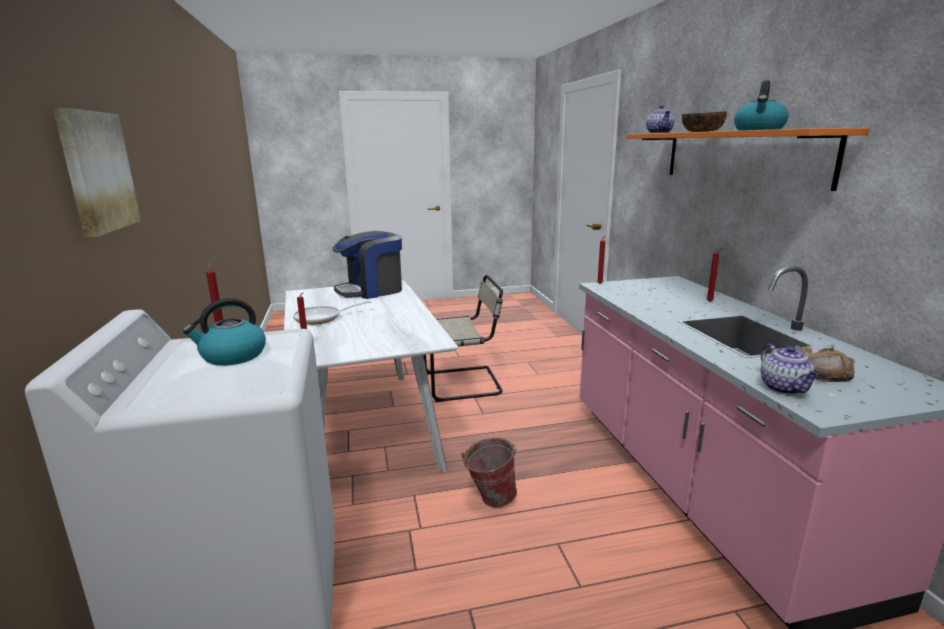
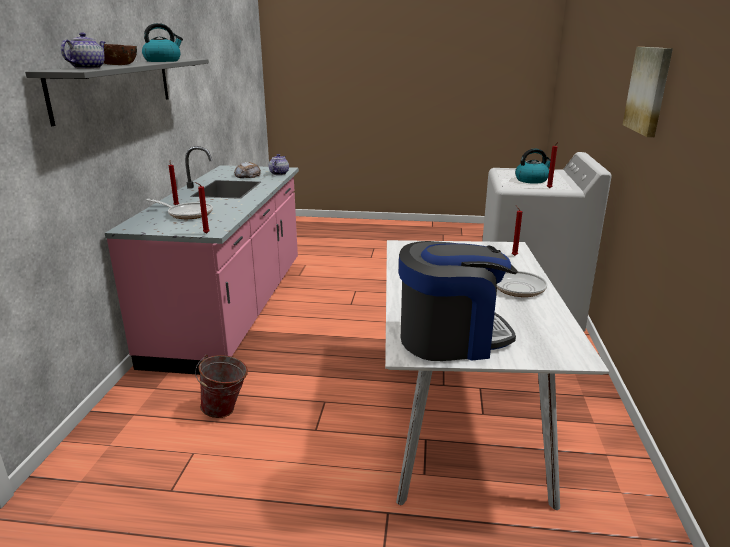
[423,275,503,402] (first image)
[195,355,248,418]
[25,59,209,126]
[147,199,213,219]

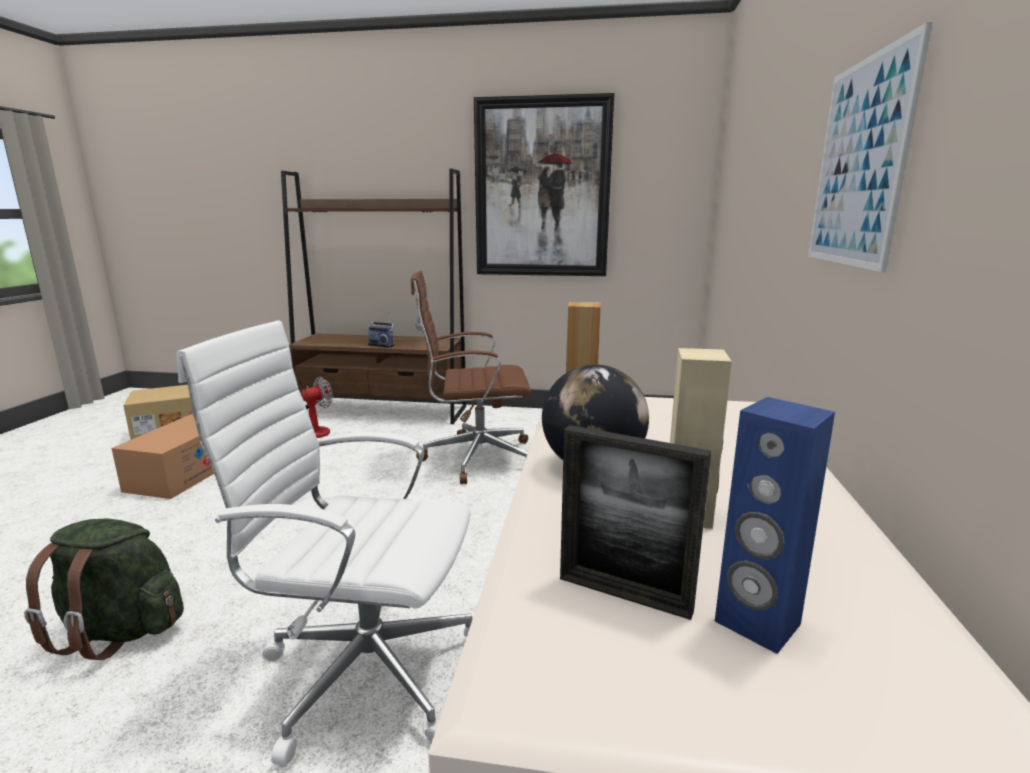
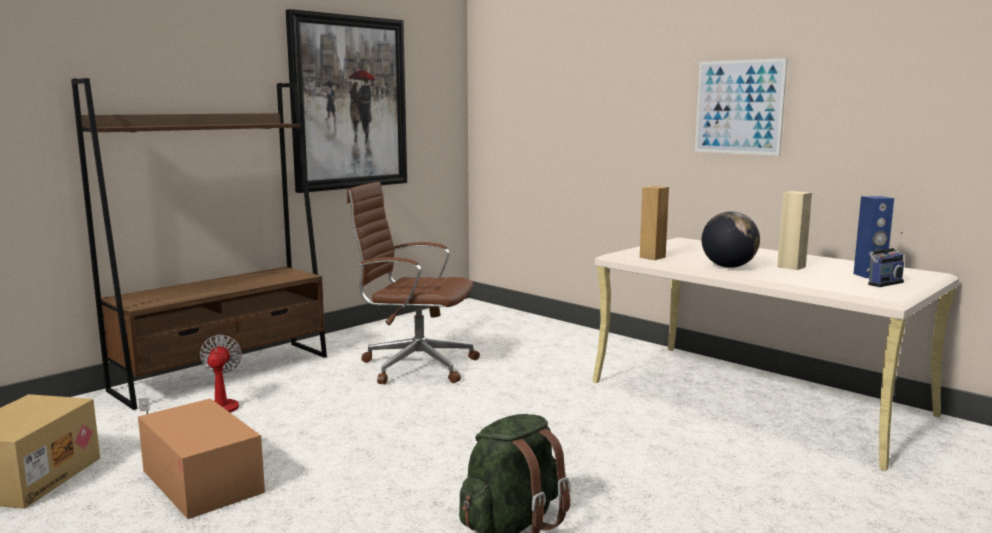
[176,320,472,766] (first image)
[866,232,904,287]
[347,182,480,384]
[560,425,711,620] (first image)

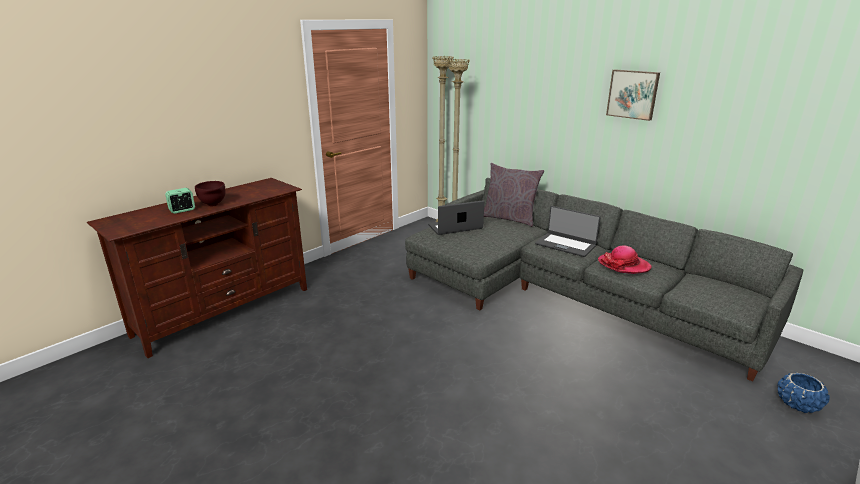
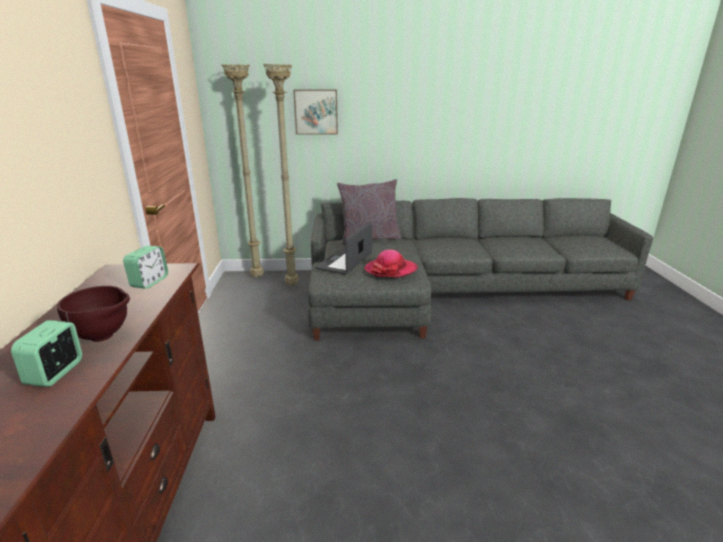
[535,206,601,257] (first image)
[364,250,418,278]
[293,89,338,135]
[777,372,830,413] (first image)
[123,246,168,289]

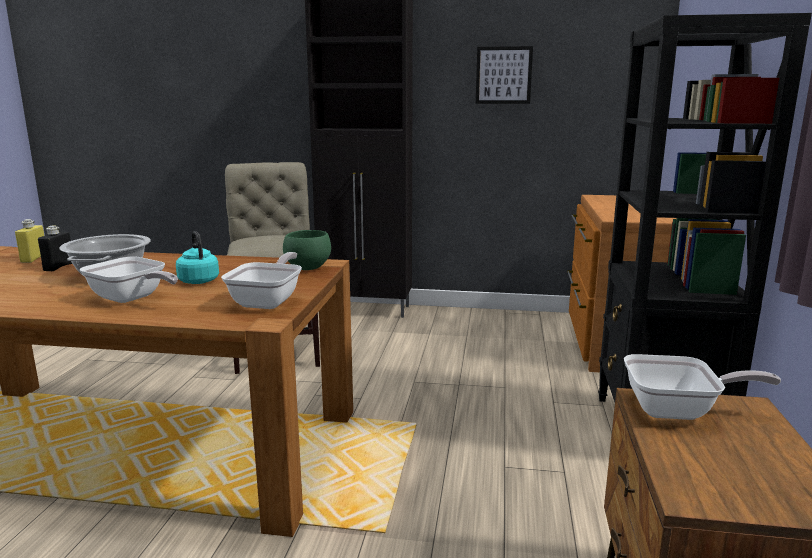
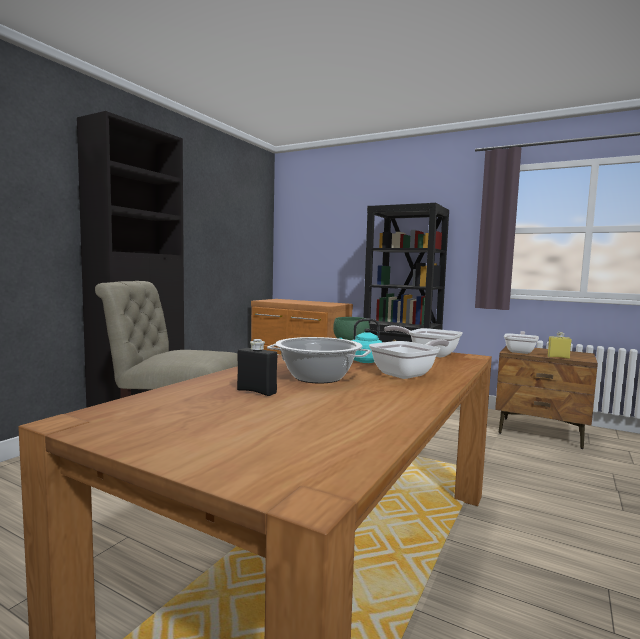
[547,332,571,359]
[476,46,533,104] (first image)

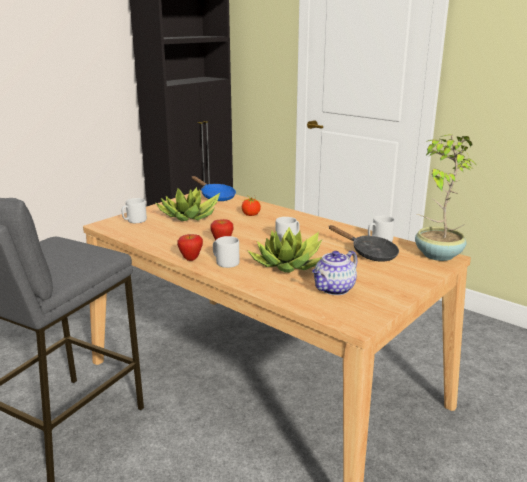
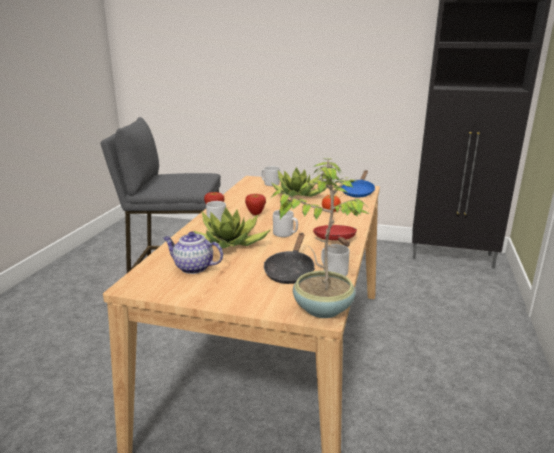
[313,225,357,247]

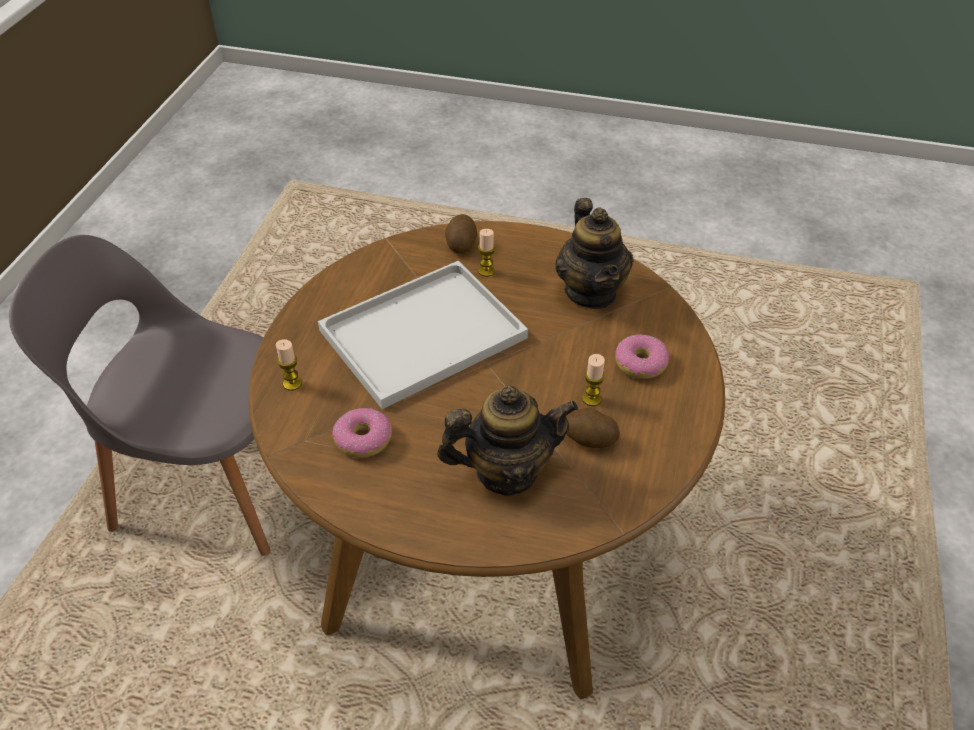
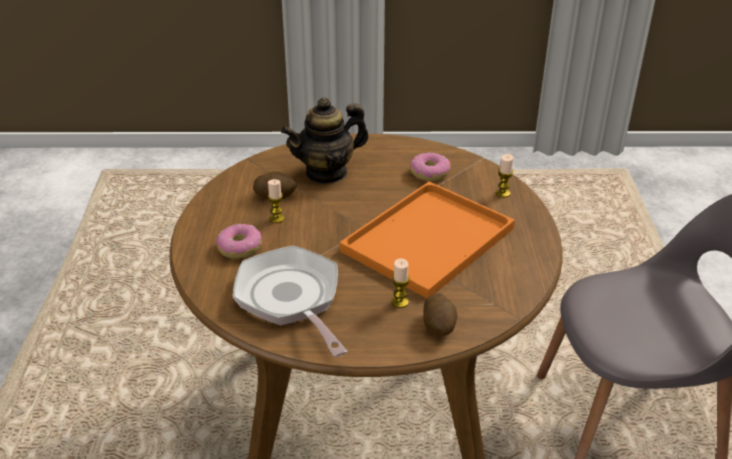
[339,182,515,298]
[233,245,348,357]

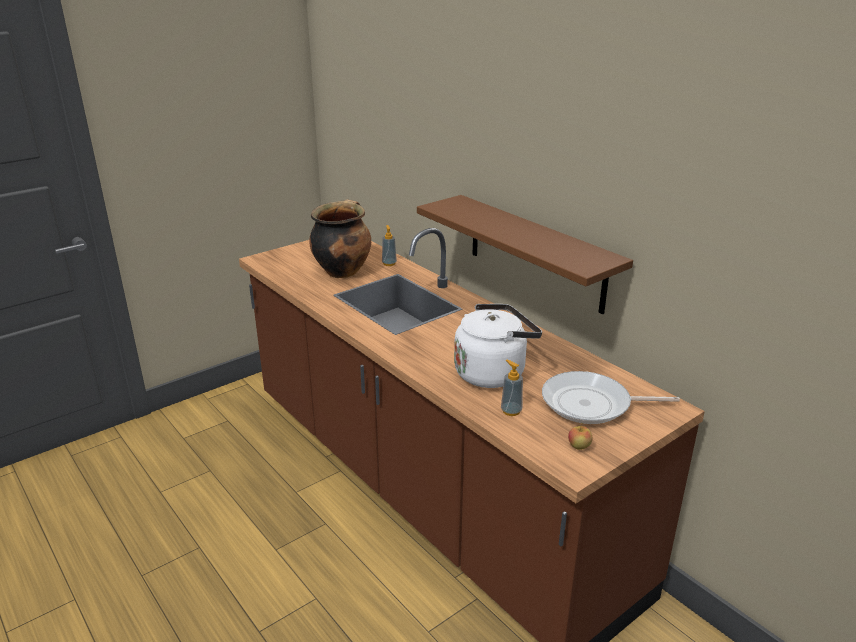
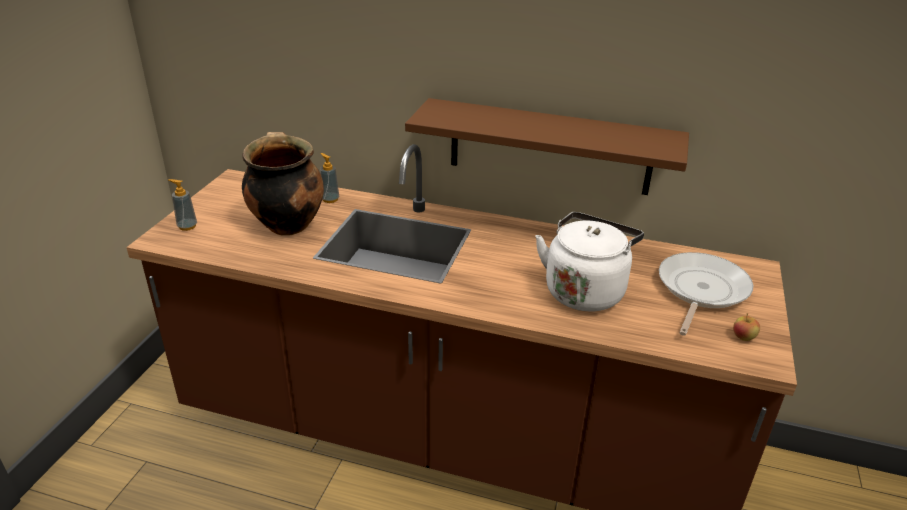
[168,179,197,231]
[659,252,754,336]

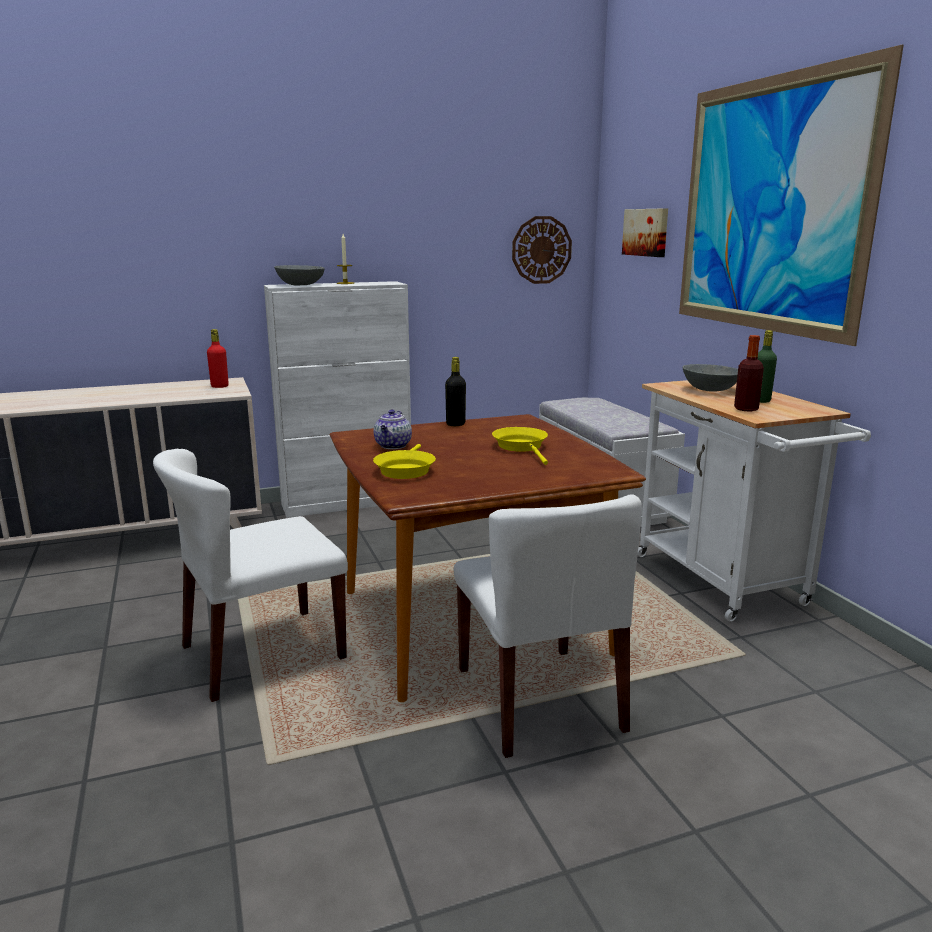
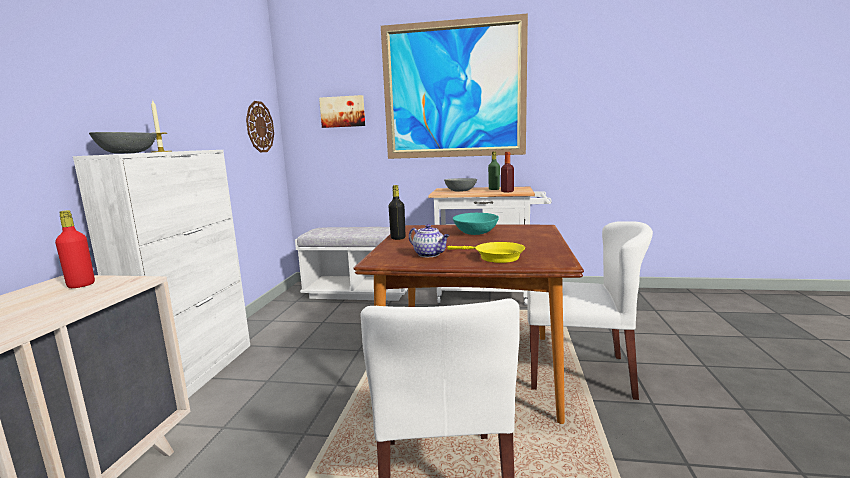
[453,213,499,235]

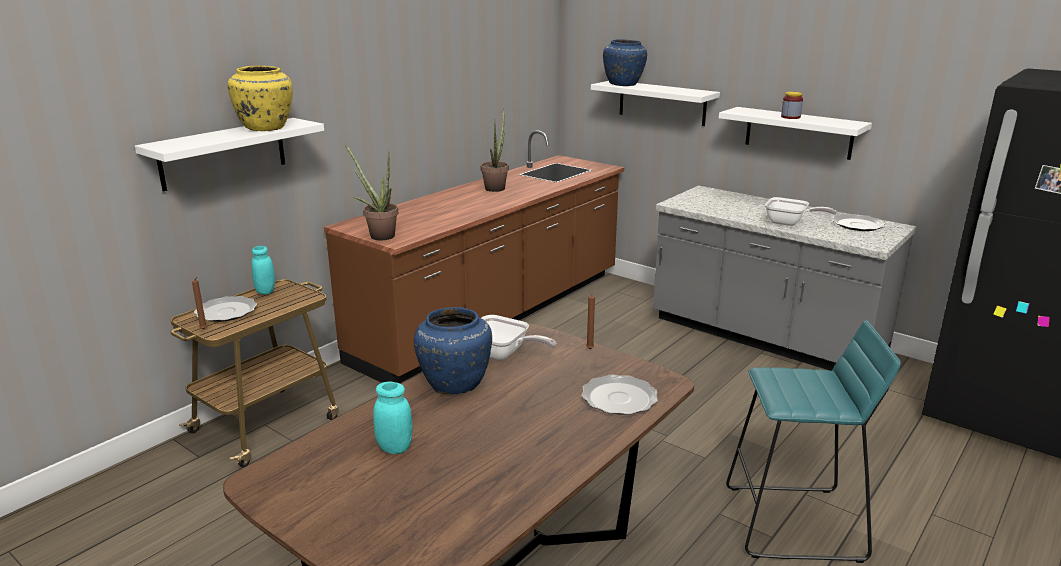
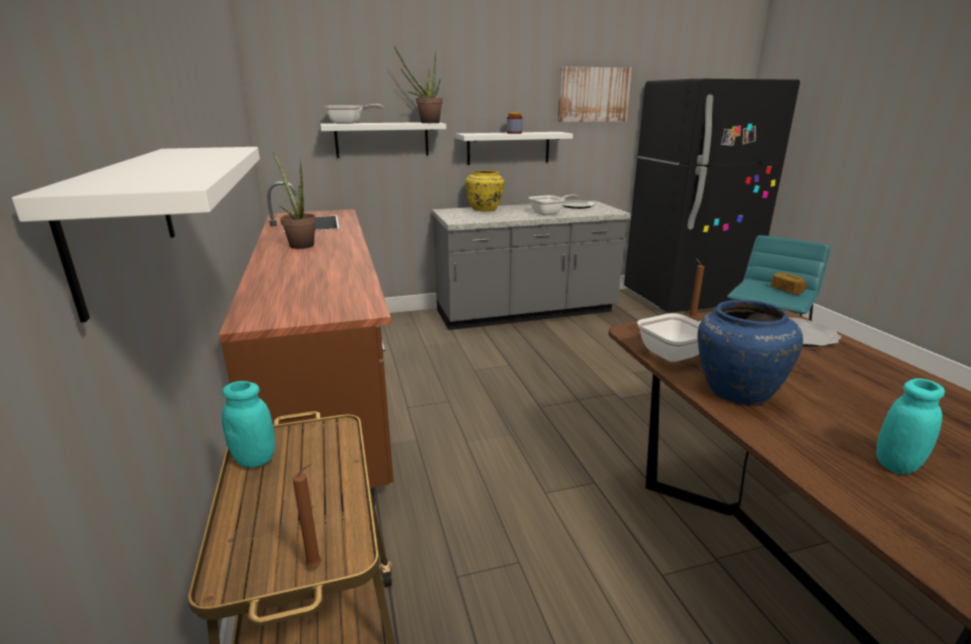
[194,296,257,322] (first image)
[465,170,505,212]
[394,46,443,123]
[324,104,384,124]
[558,66,632,122]
[771,272,807,295]

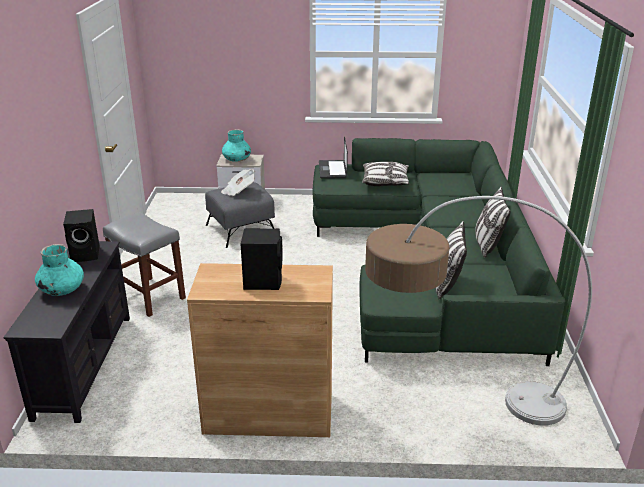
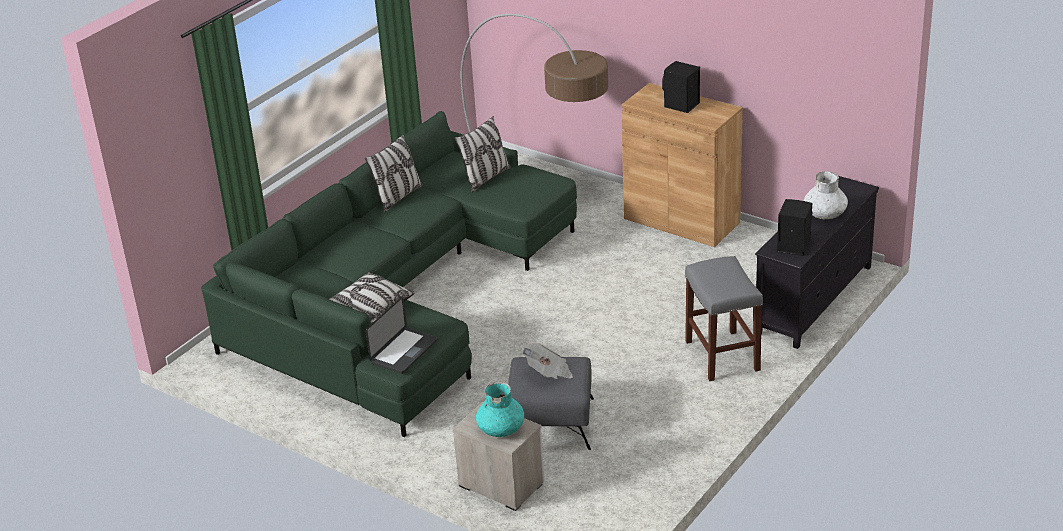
[804,171,848,220]

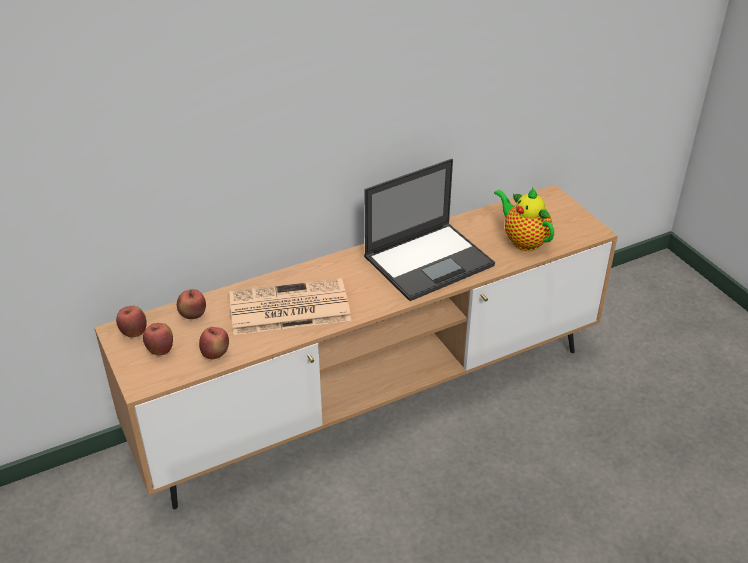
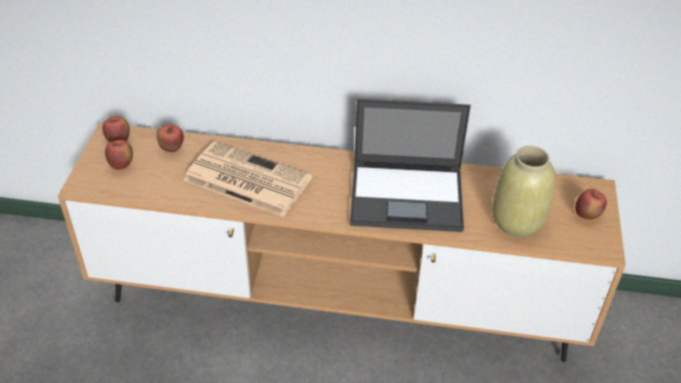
[575,189,607,220]
[492,146,555,237]

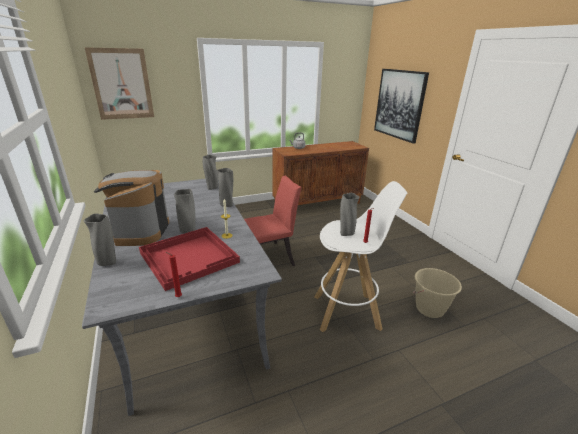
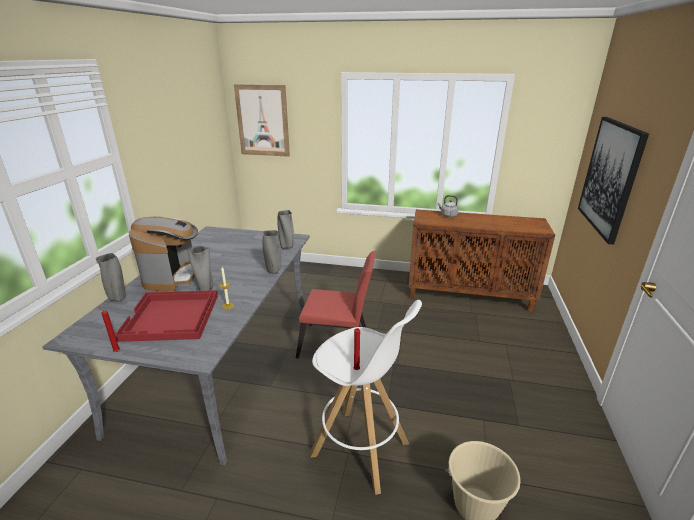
[129,216,198,291]
[340,193,360,236] (first image)

